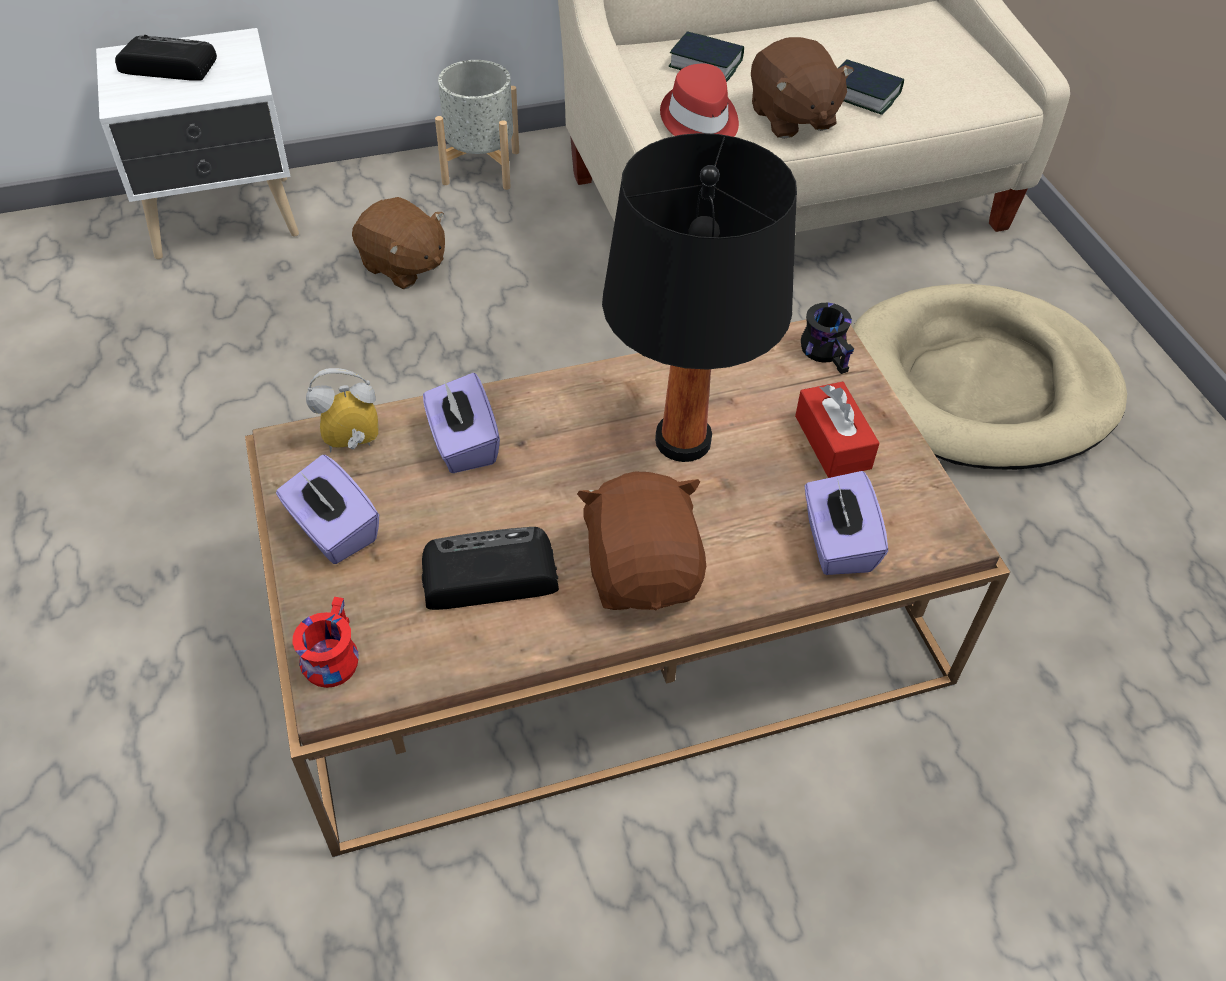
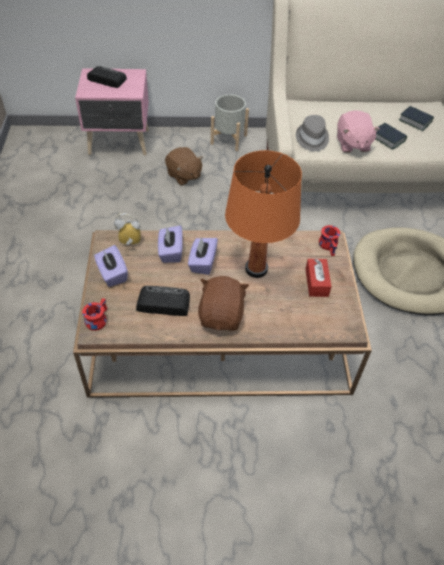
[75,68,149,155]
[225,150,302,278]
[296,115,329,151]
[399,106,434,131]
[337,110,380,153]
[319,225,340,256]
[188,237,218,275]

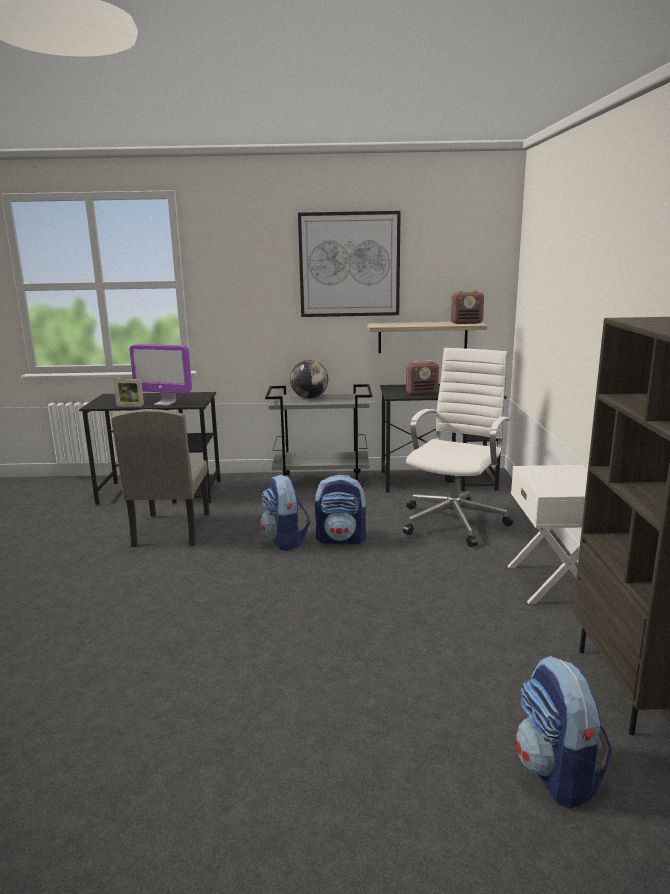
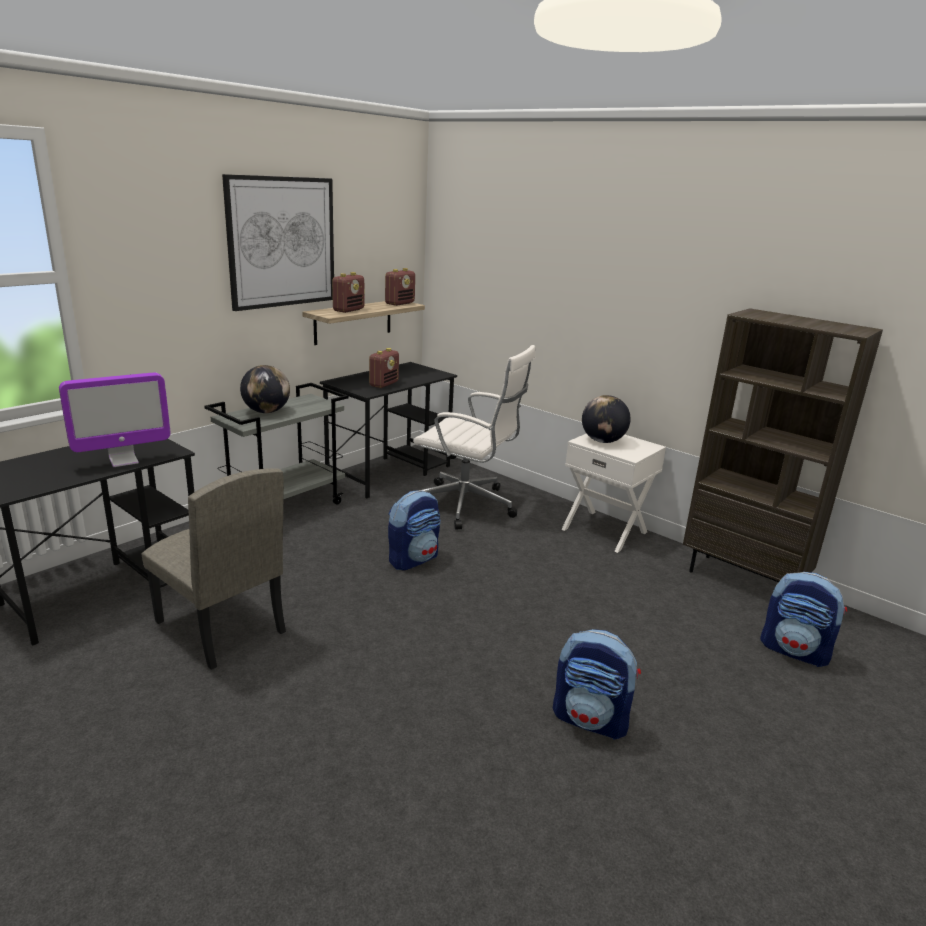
[114,379,144,407] (first image)
[553,629,641,740]
[413,345,535,530]
[332,272,364,313]
[582,395,631,443]

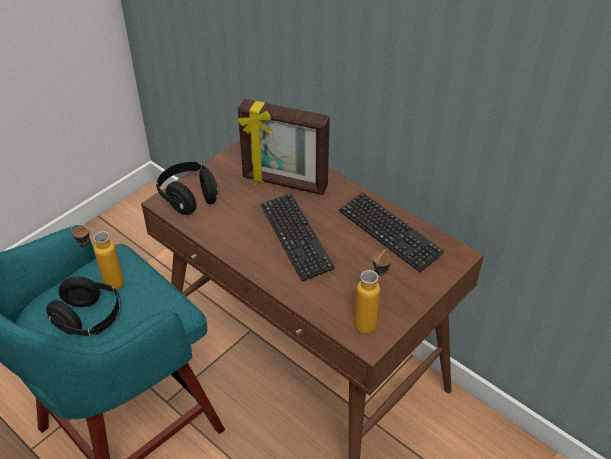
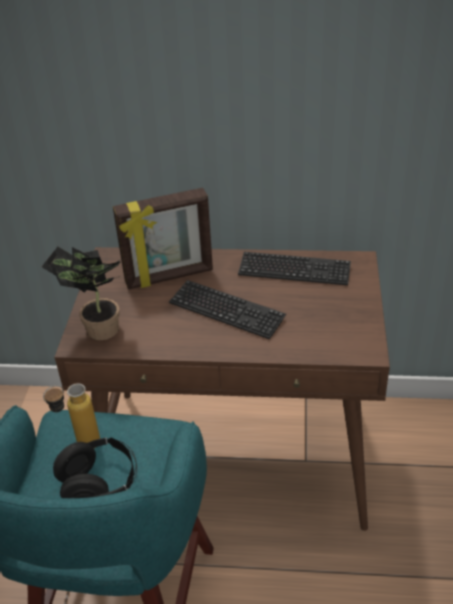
[42,247,122,340]
[354,249,391,334] (first image)

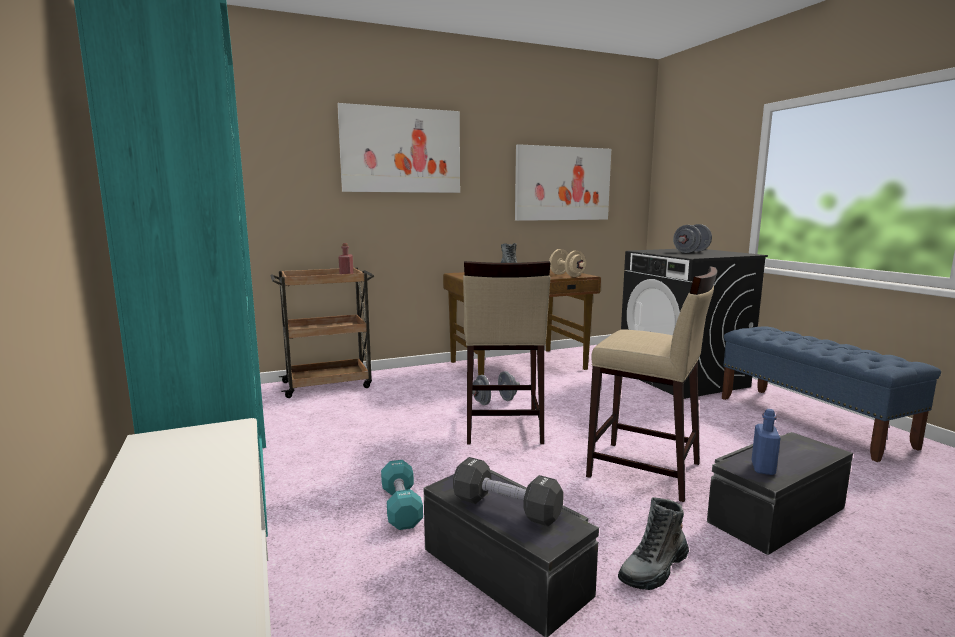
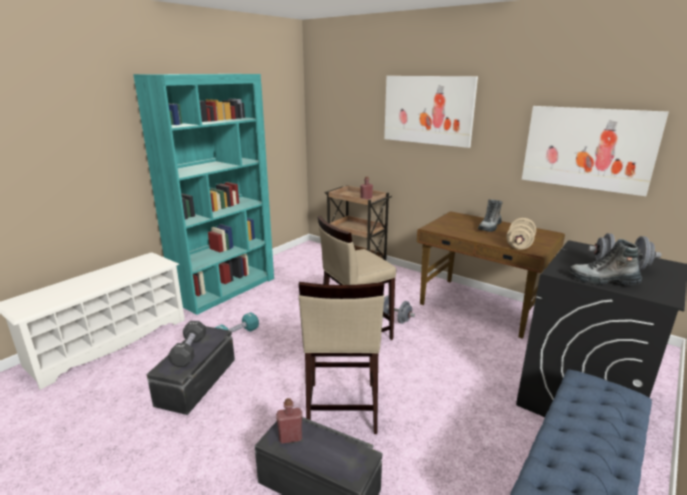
[569,239,643,285]
[276,398,302,444]

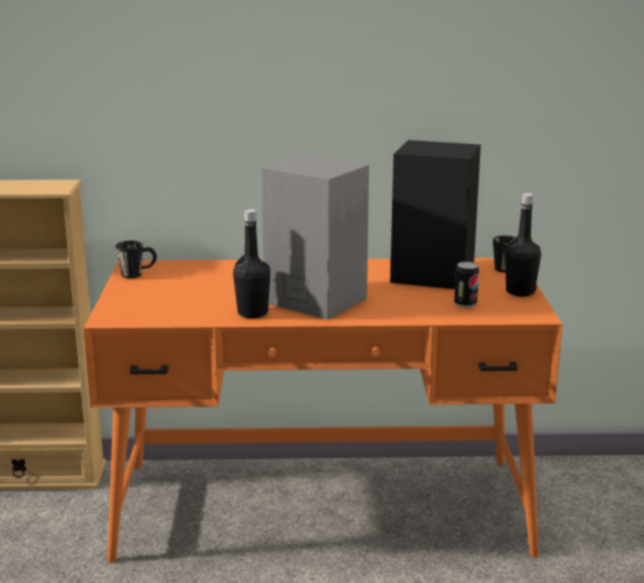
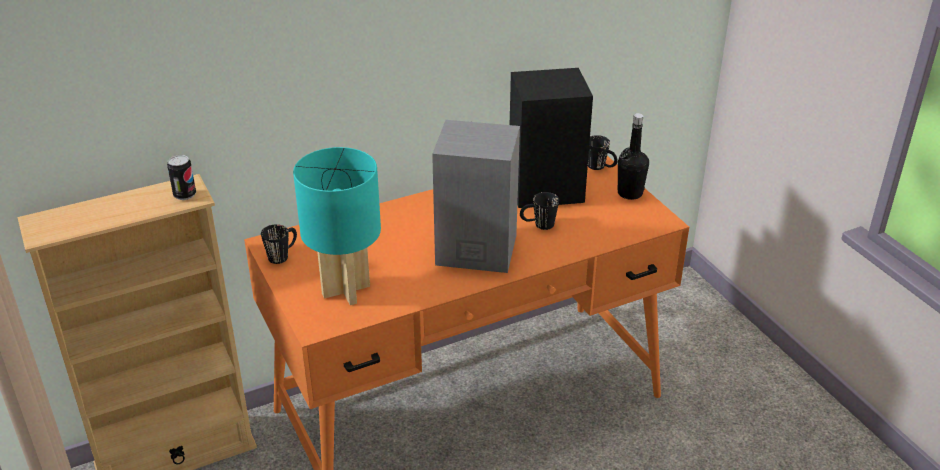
[233,209,270,318] (first image)
[167,155,196,200]
[293,147,381,305]
[520,192,559,230]

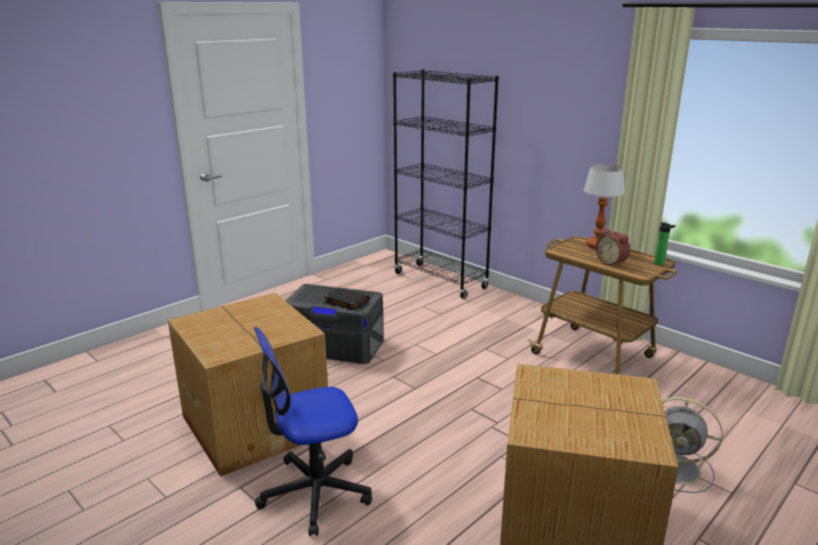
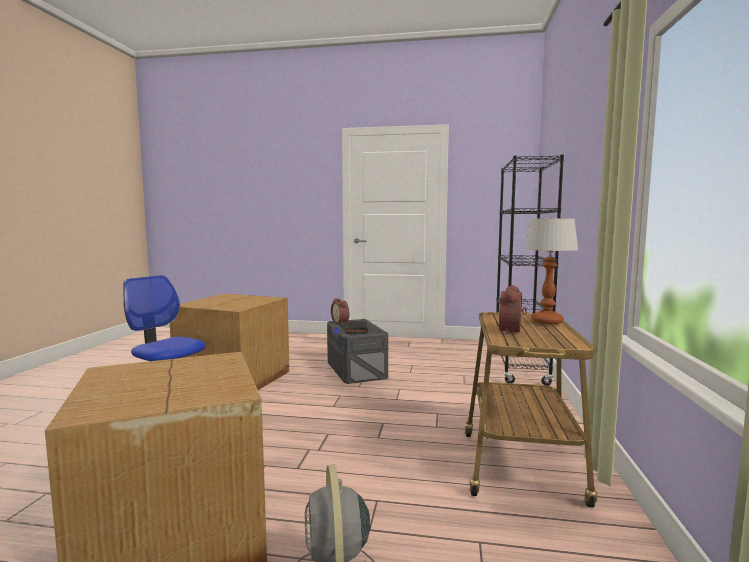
[654,222,676,265] (first image)
[331,298,350,325]

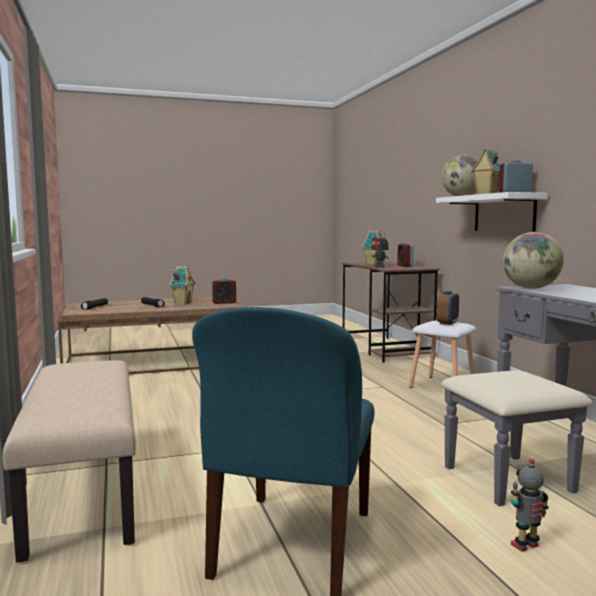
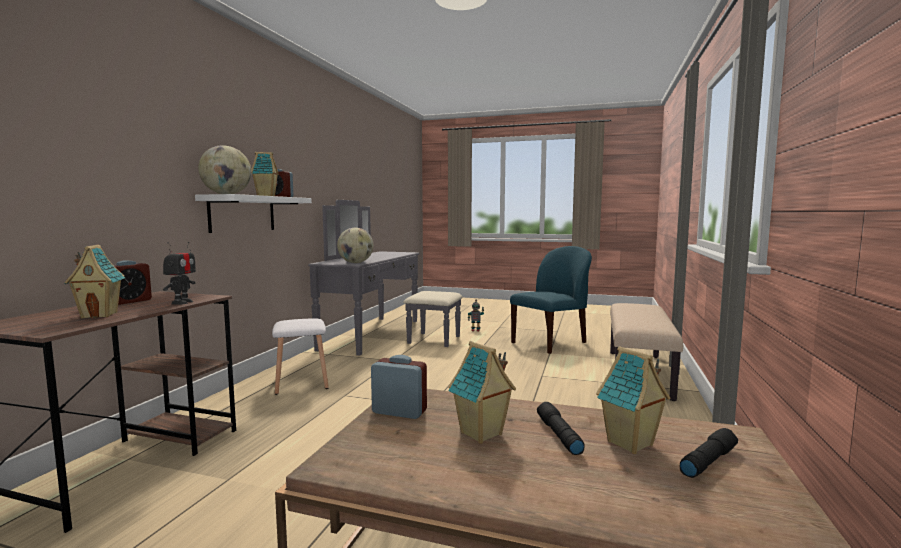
[437,291,459,325] (first image)
[596,346,670,454]

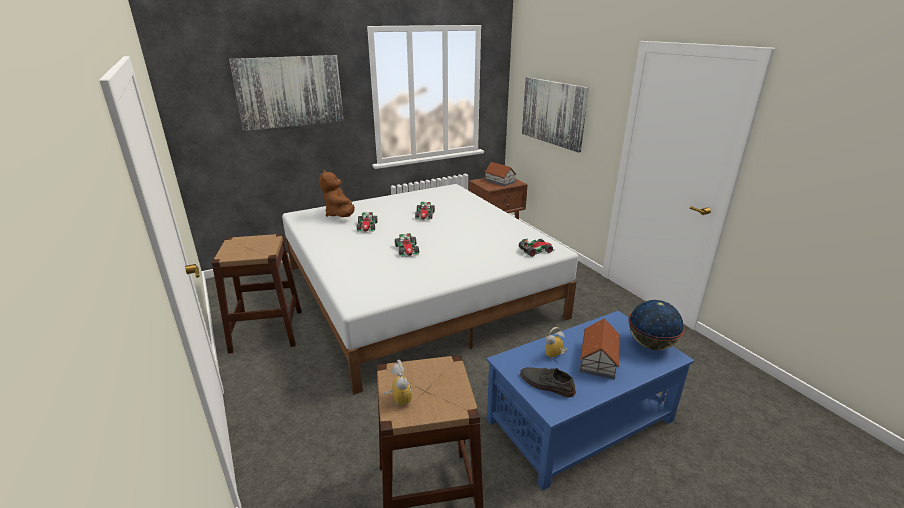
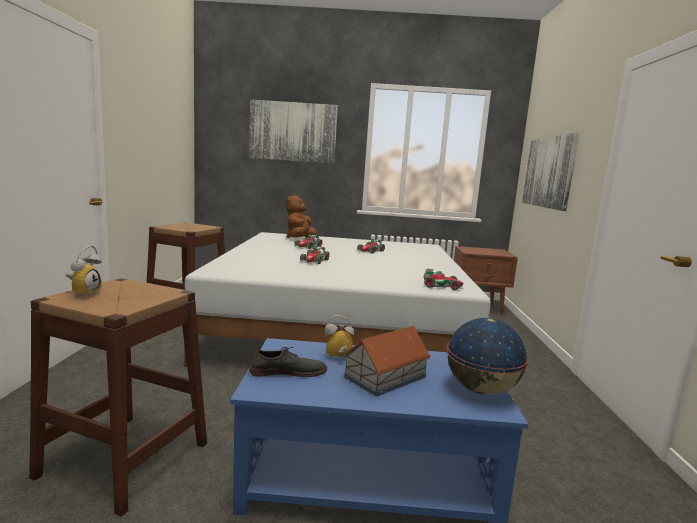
[485,162,517,186] (first image)
[249,347,327,377]

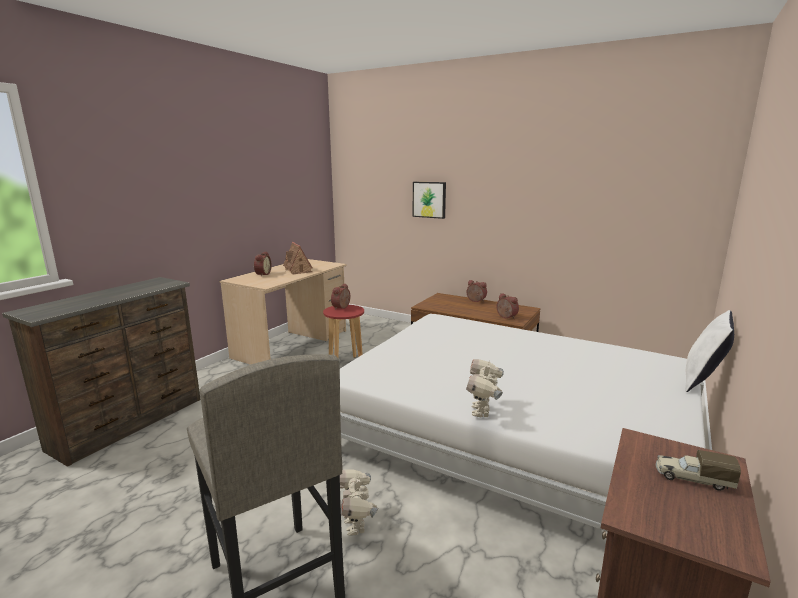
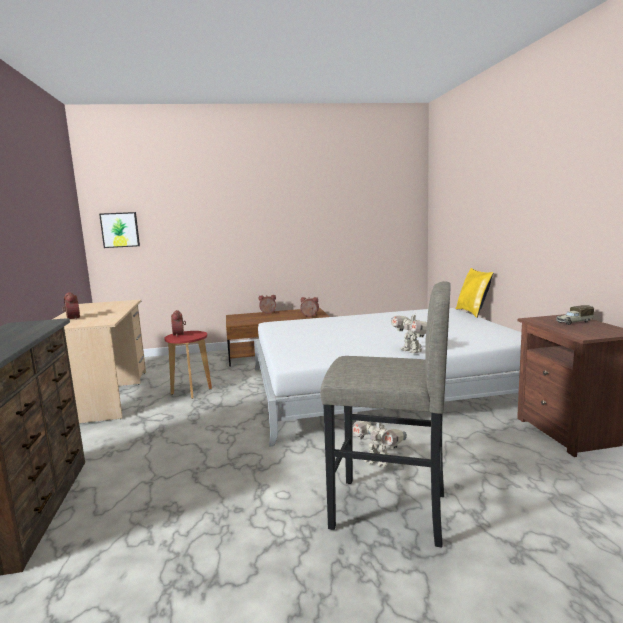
[283,242,313,274] (first image)
[99,212,140,248]
[456,268,494,318]

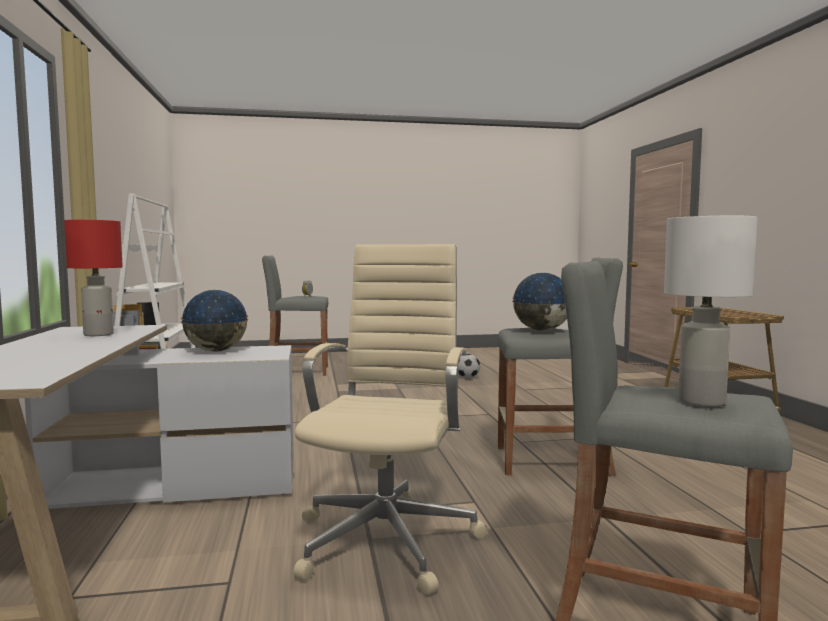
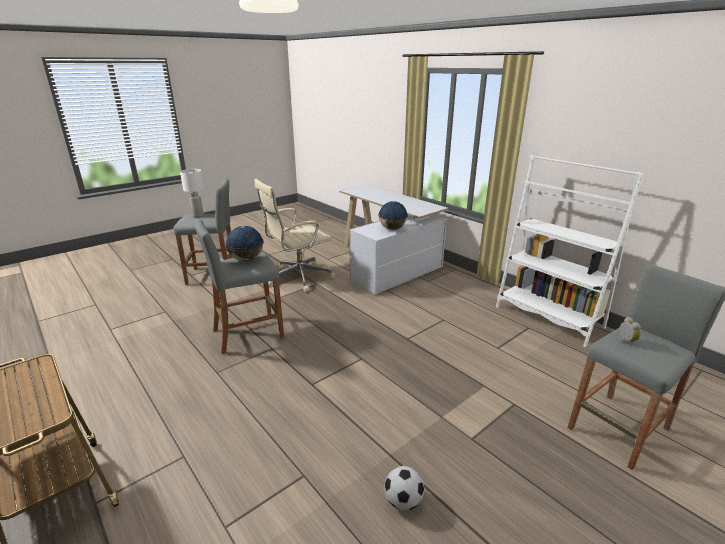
[64,220,123,336] (first image)
[255,179,336,292]

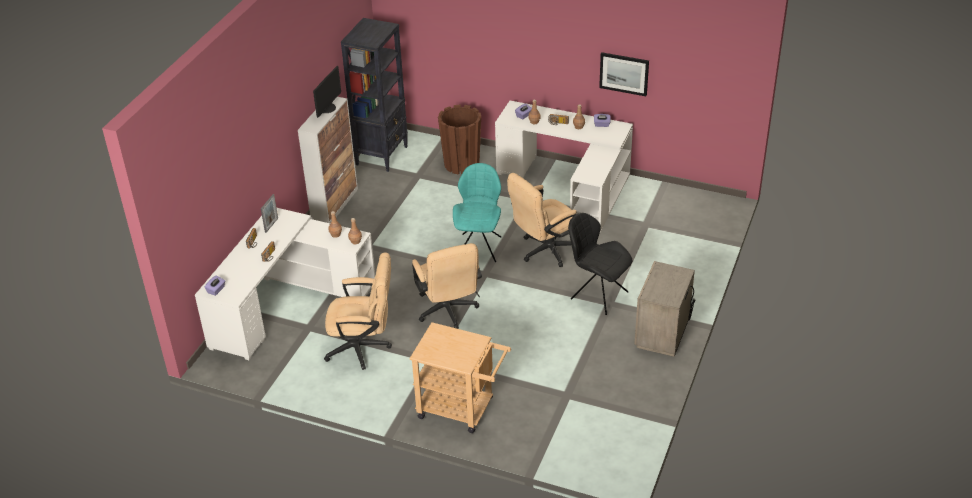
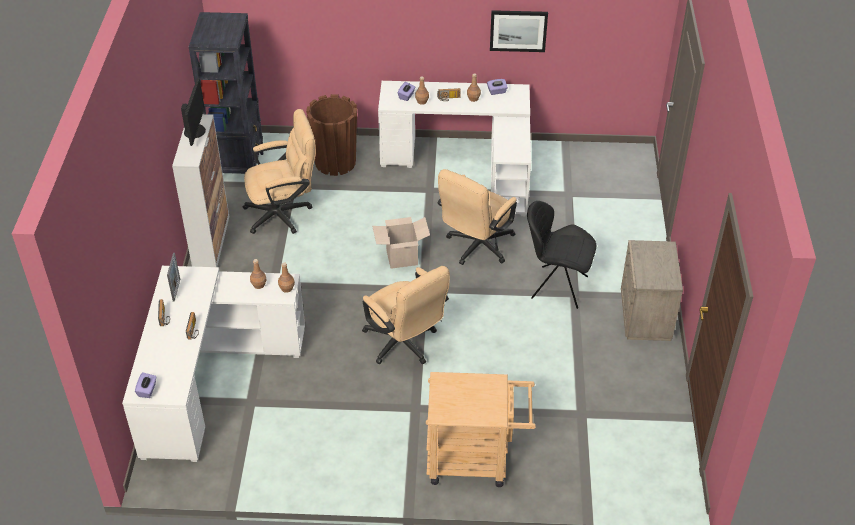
[243,109,316,234]
[372,217,430,269]

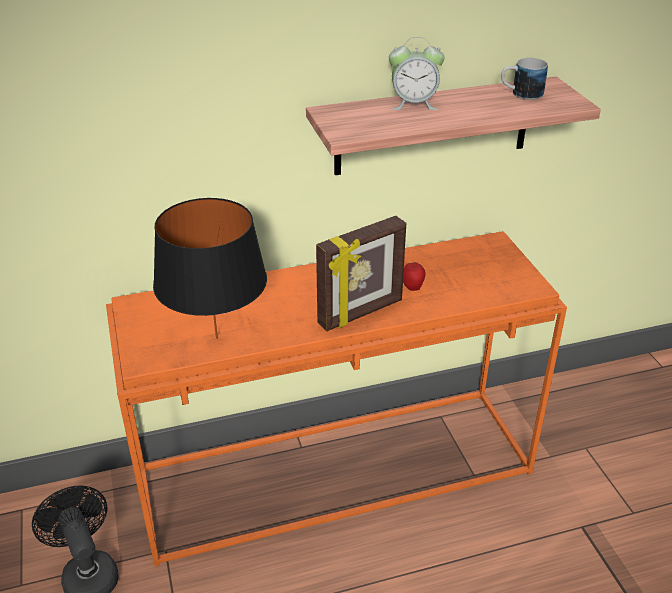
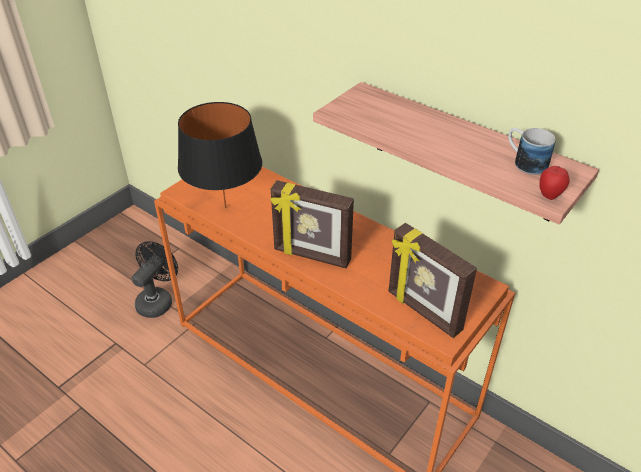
[389,37,445,110] (first image)
[539,166,570,200]
[389,223,477,338]

